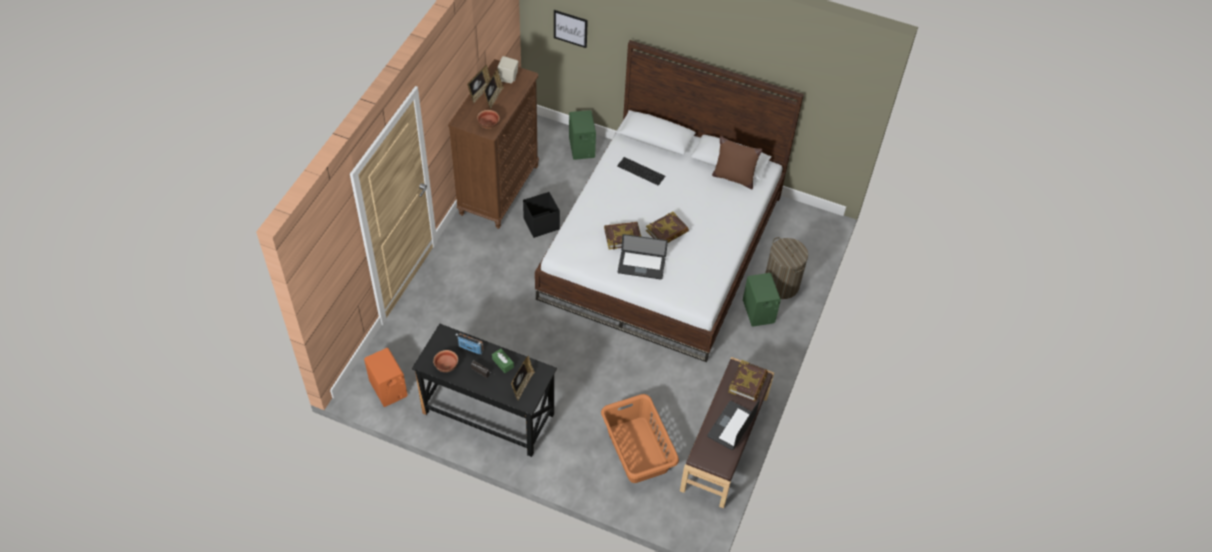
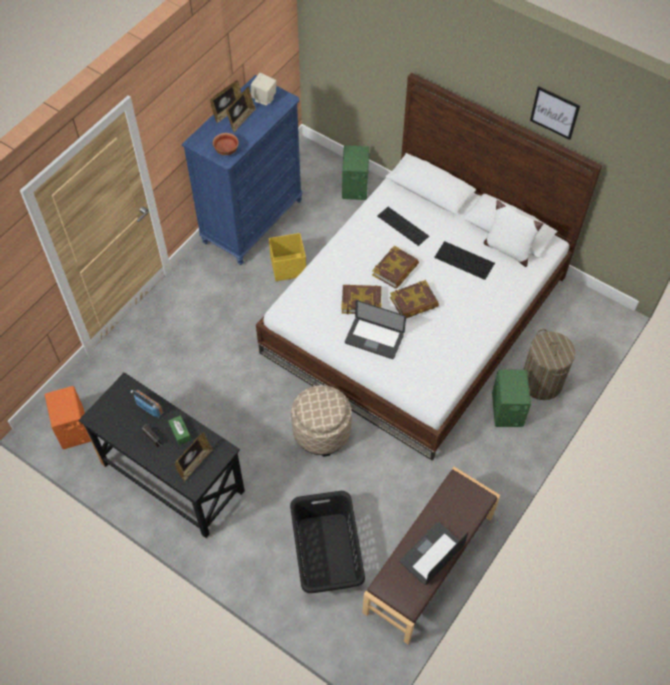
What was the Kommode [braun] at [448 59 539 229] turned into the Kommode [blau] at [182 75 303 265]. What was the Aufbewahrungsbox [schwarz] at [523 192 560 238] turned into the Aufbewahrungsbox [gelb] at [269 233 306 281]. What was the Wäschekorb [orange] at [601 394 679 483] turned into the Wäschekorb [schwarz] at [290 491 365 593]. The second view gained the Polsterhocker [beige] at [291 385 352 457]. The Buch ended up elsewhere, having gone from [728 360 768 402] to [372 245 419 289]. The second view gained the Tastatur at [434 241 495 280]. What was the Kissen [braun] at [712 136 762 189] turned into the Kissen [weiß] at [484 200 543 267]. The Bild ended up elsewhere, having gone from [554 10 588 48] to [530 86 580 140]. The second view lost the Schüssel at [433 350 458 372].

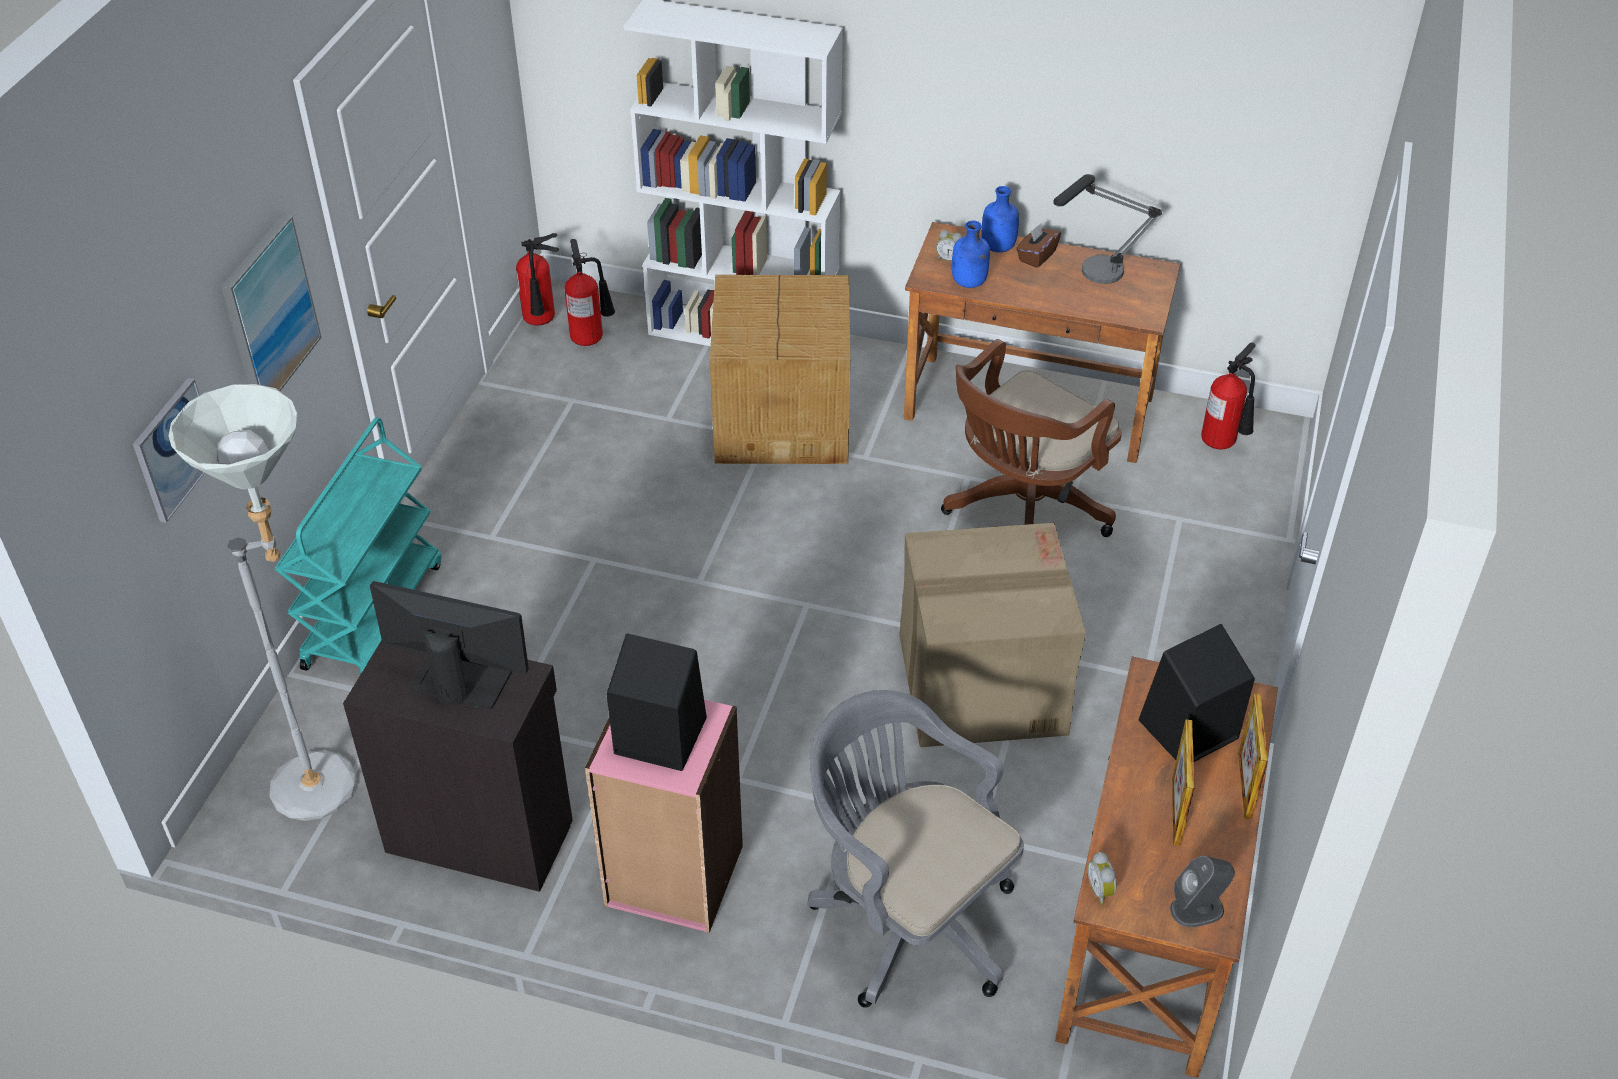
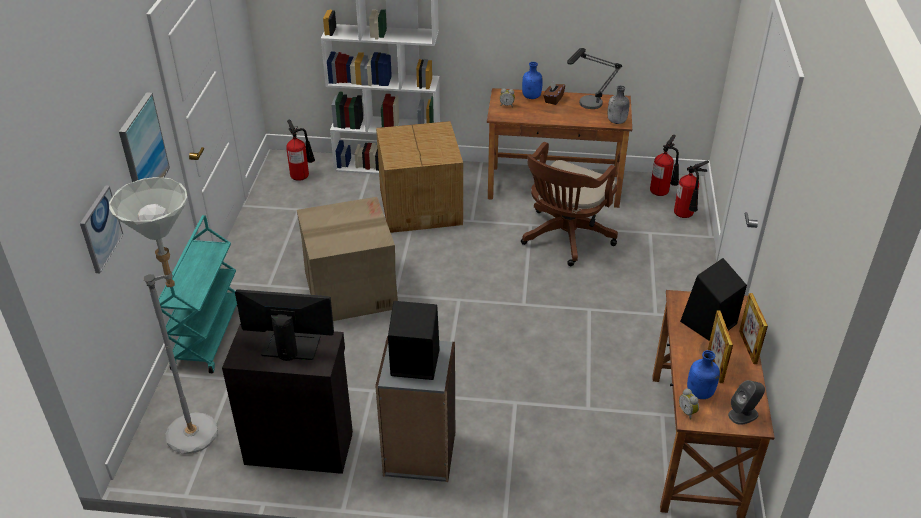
The Karton ended up elsewhere, having gone from [899 523 1086 747] to [297 197 398 321]. What was the Bücherregal [rosa] at [585 700 743 933] turned into the Bücherregal [grau] at [375 337 455 482]. The second view gained the Flasche [grau] at [608 85 630 124]. The Feuerlöscher ended up elsewhere, having gone from [516 233 559 325] to [674 161 709 218]. The Flasche [blau] ended up elsewhere, having gone from [952 221 990 288] to [687 350 720 399]. The second view lost the Bürostuhl [grau] at [807 690 1024 1008].

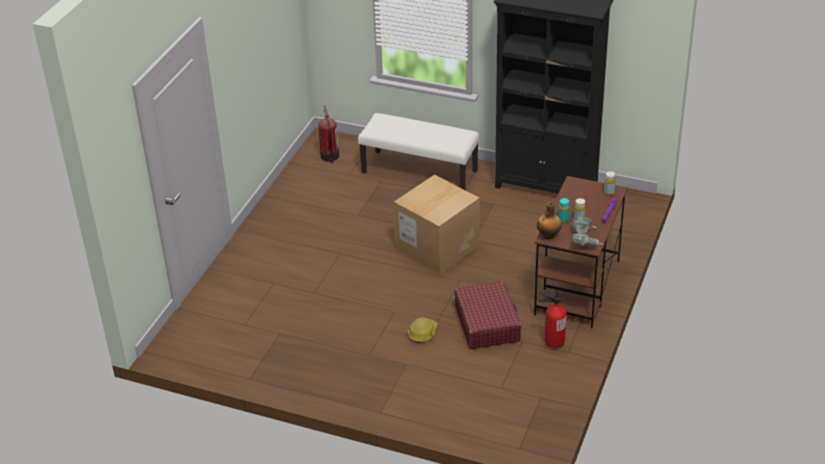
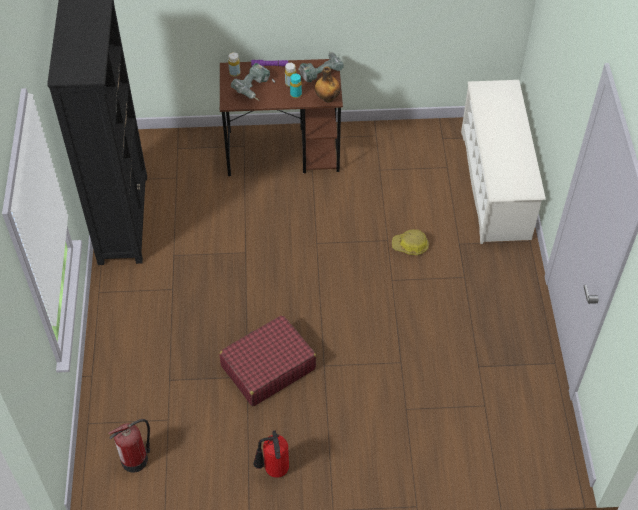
The Koffer [rot] ended up elsewhere, having gone from [454 281 522 349] to [219 315 316 406]. The second view gained the Bohrmaschine at [231 63 275 101]. The Feuerlöscher ended up elsewhere, having gone from [539 291 567 348] to [253 430 289 478]. The second view gained the Schuhregal [weiß] at [461 80 546 244]. The second view lost the Bank [weiß] at [358 113 480 190]. The second view lost the Karton at [394 174 480 274].

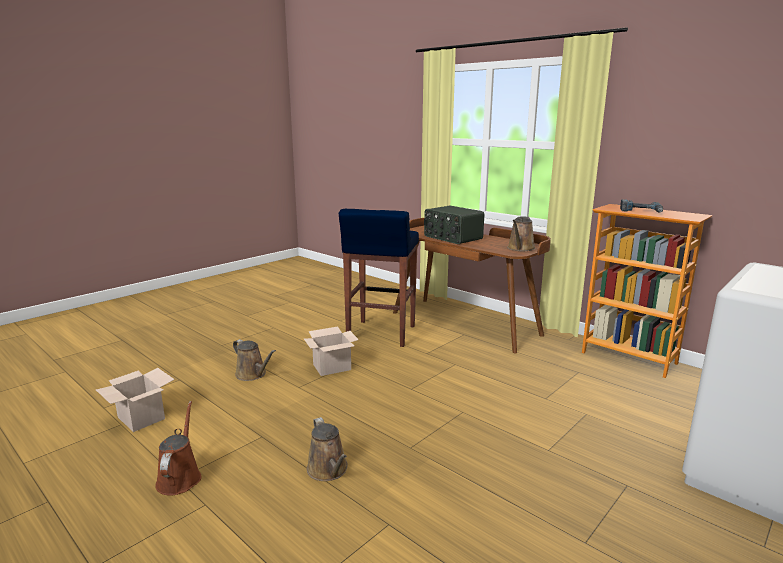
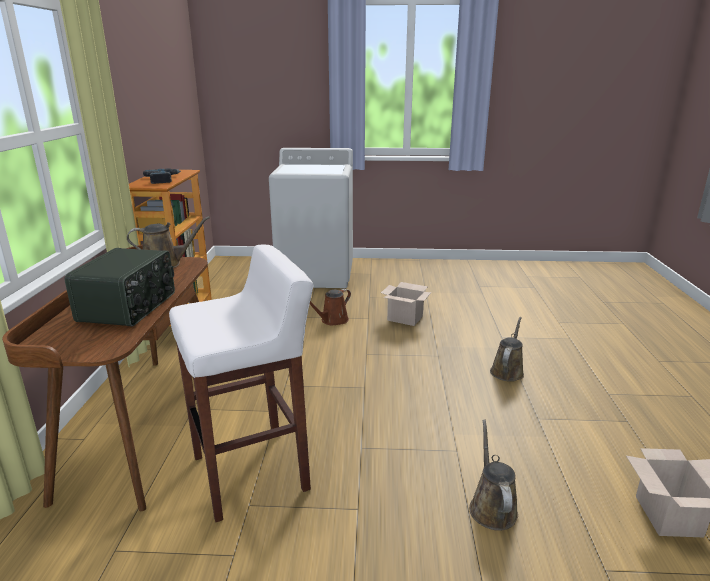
What was the Hocker [blau] at [339 209 419 347] turned into the Hocker [weiß] at [169 244 313 522]. The Gießkanne [braun] ended up elsewhere, having gone from [155 401 201 495] to [310 289 351 326]. The Karton ended up elsewhere, having gone from [303 327 359 376] to [381 282 432 326].

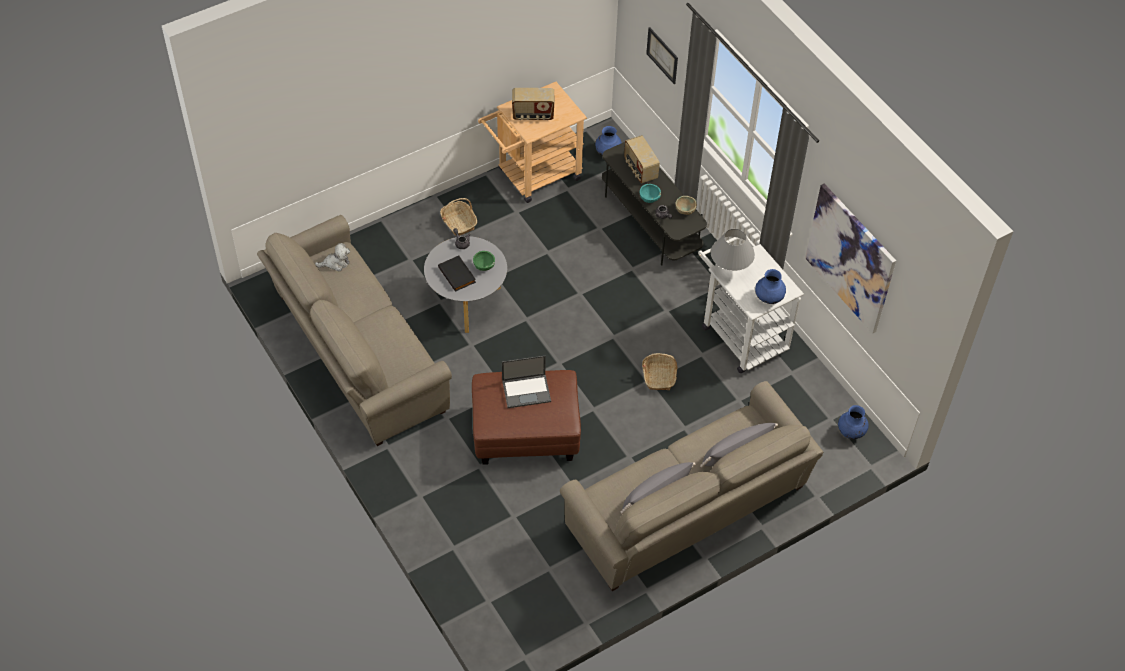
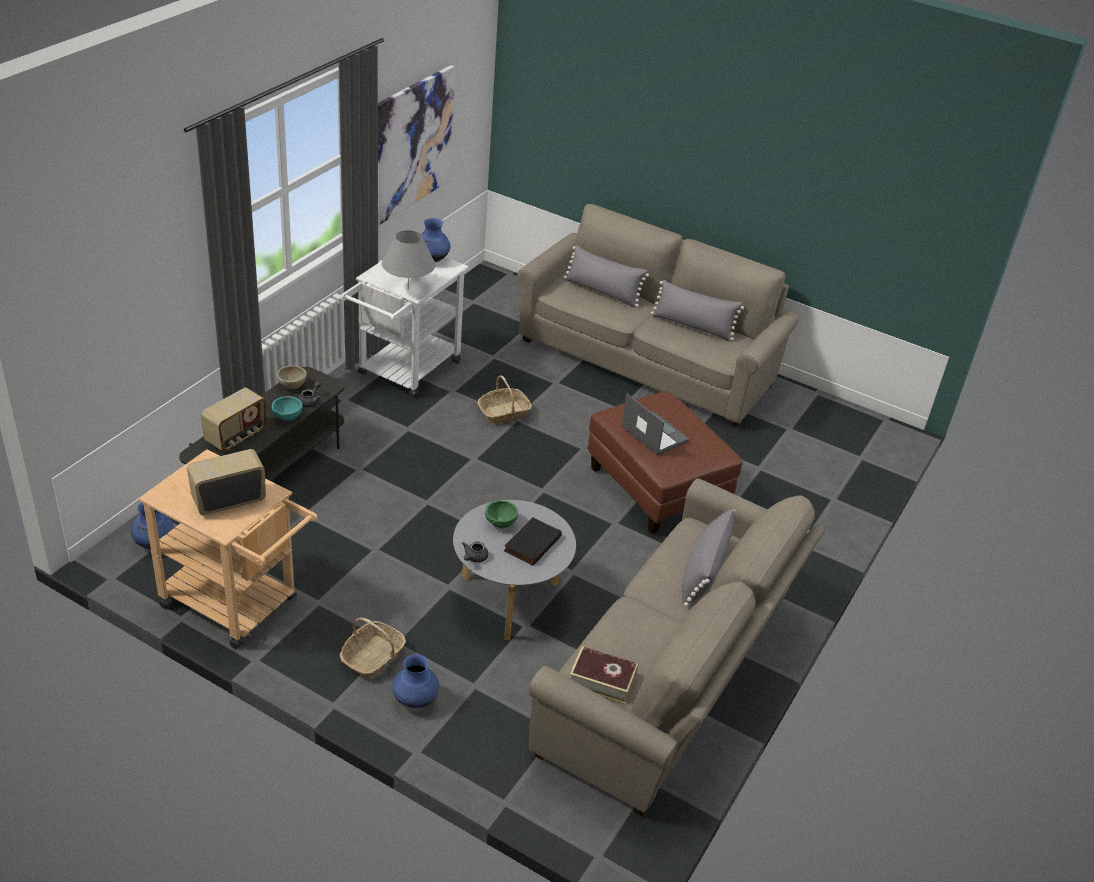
The Radio at [512 88 554 120] ended up facing another way, 90 degrees counterclockwise from before. The Vase [blau] ended up elsewhere, having gone from [838 405 869 439] to [392 654 439 708]. Where the Plüschtier stood at [315 243 350 271], the Buch came to stand at [570 646 638 704]. The second view gained the Kissen [grau] at [682 508 735 607]. The second view lost the Bild at [646 27 678 84].

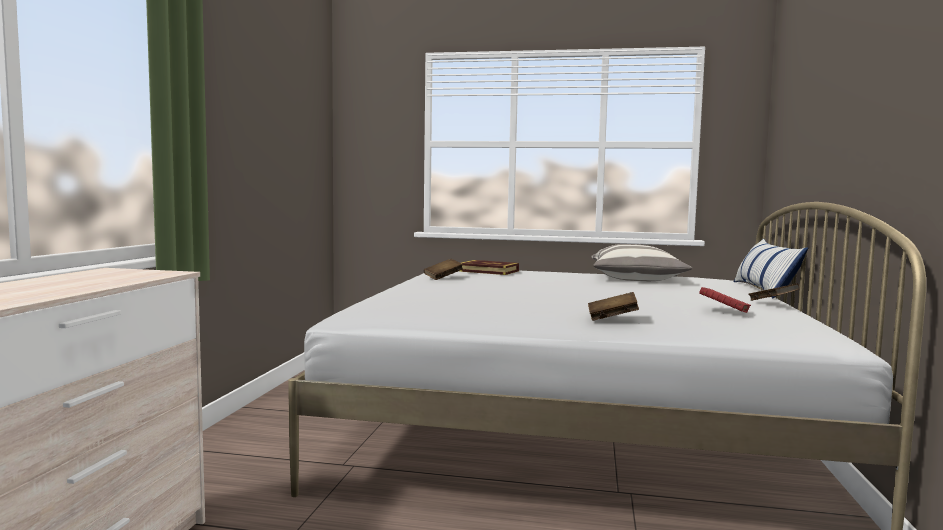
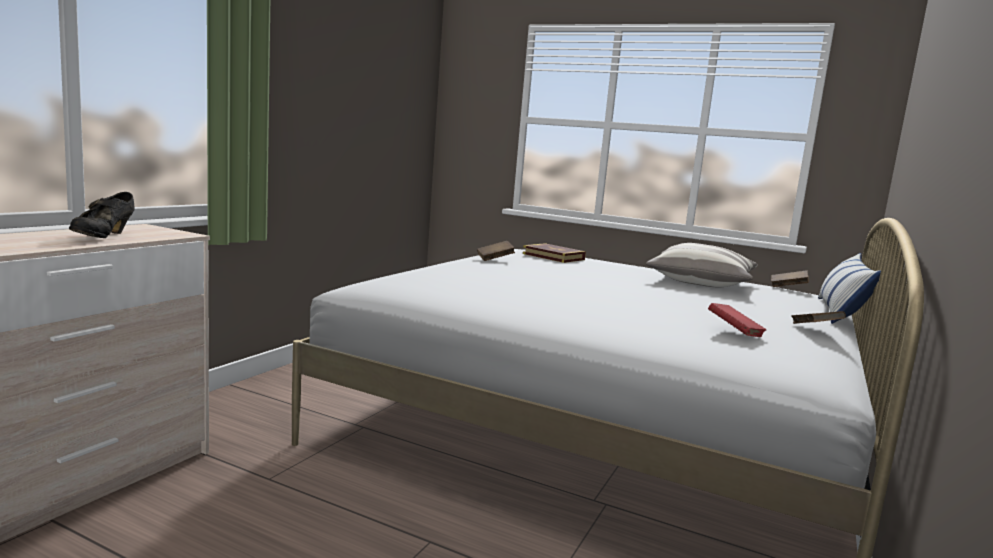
The second view gained the Schuh [schwarz] at [69 192 135 238]. The Buch [braun] ended up elsewhere, having gone from [588 292 639 321] to [771 270 809 287].

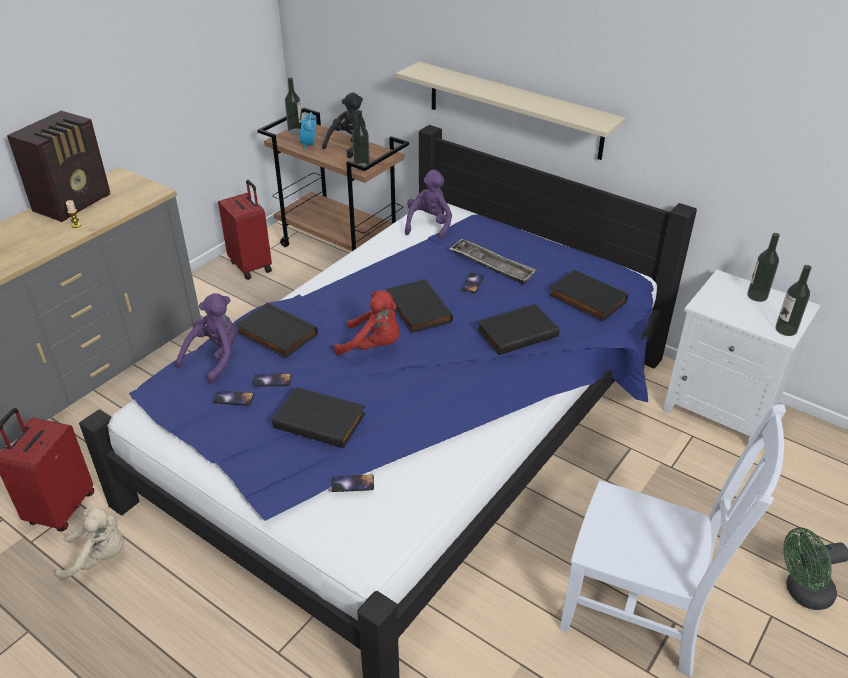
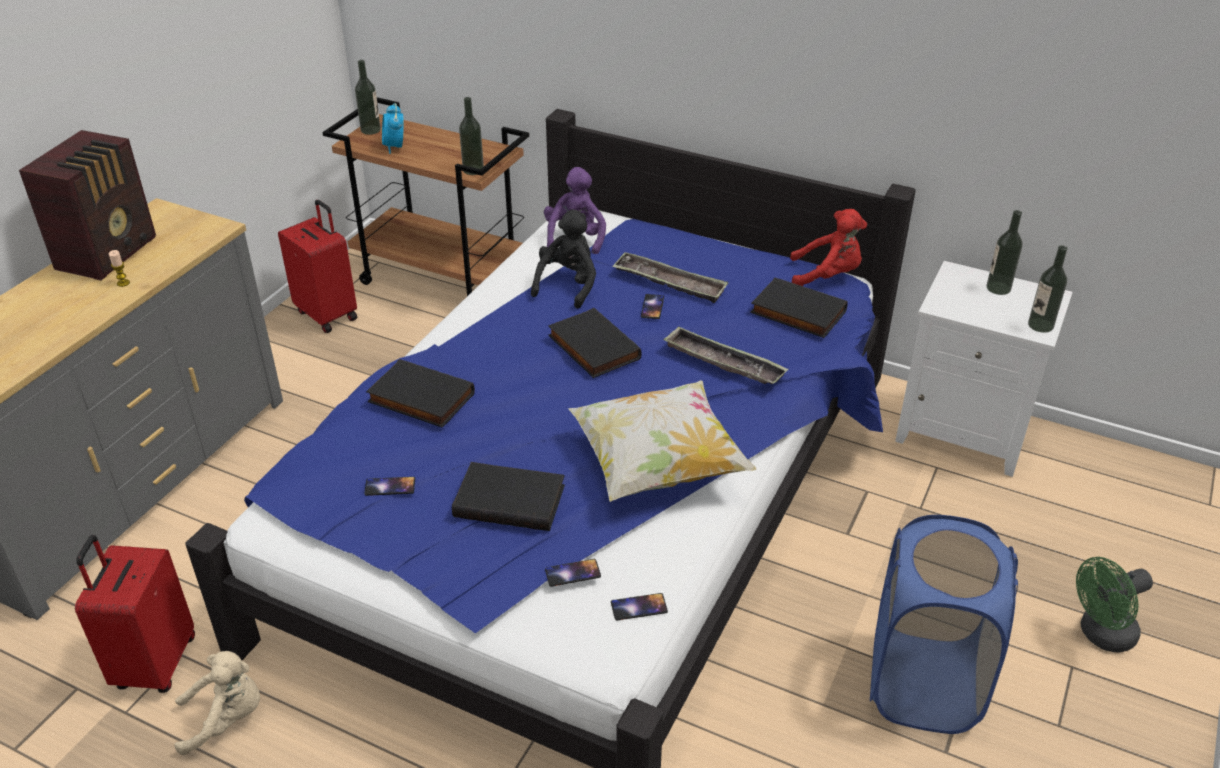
The Plüschtier [schwarz] ended up elsewhere, having gone from [322 92 366 158] to [531 209 596 309]. The second view gained the Kissen at [569 381 756 502]. The Handy ended up elsewhere, having gone from [253 374 292 386] to [611 593 668 620]. Where the Buch [schwarz] stood at [477 304 559 355], the Tablett came to stand at [663 326 789 384]. The Plüschtier [rot] ended up elsewhere, having gone from [334 290 400 356] to [790 209 867 286]. Where the Stuhl [weiß] stood at [560 404 786 677], the Wäschekorb [blau] came to stand at [870 515 1018 734]. The second view lost the Plüschtier [lila] at [175 293 237 384]. The second view lost the Wandregal [beige] at [396 62 626 160].

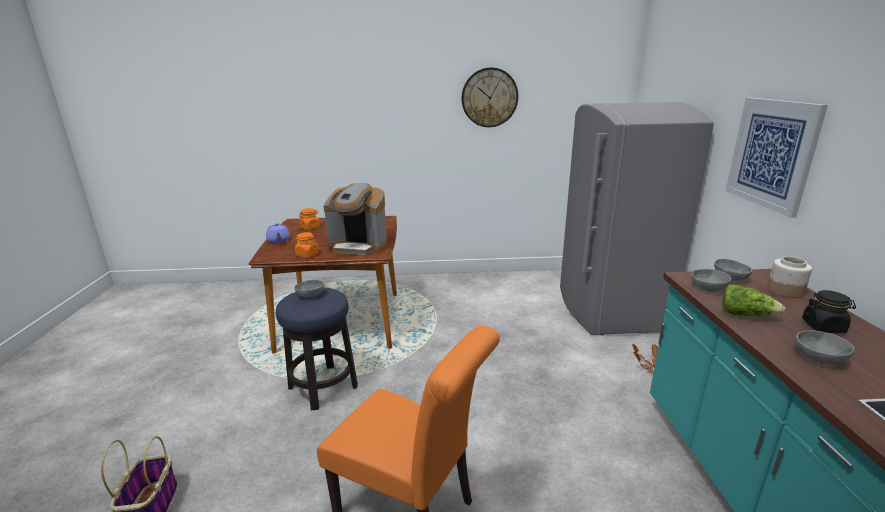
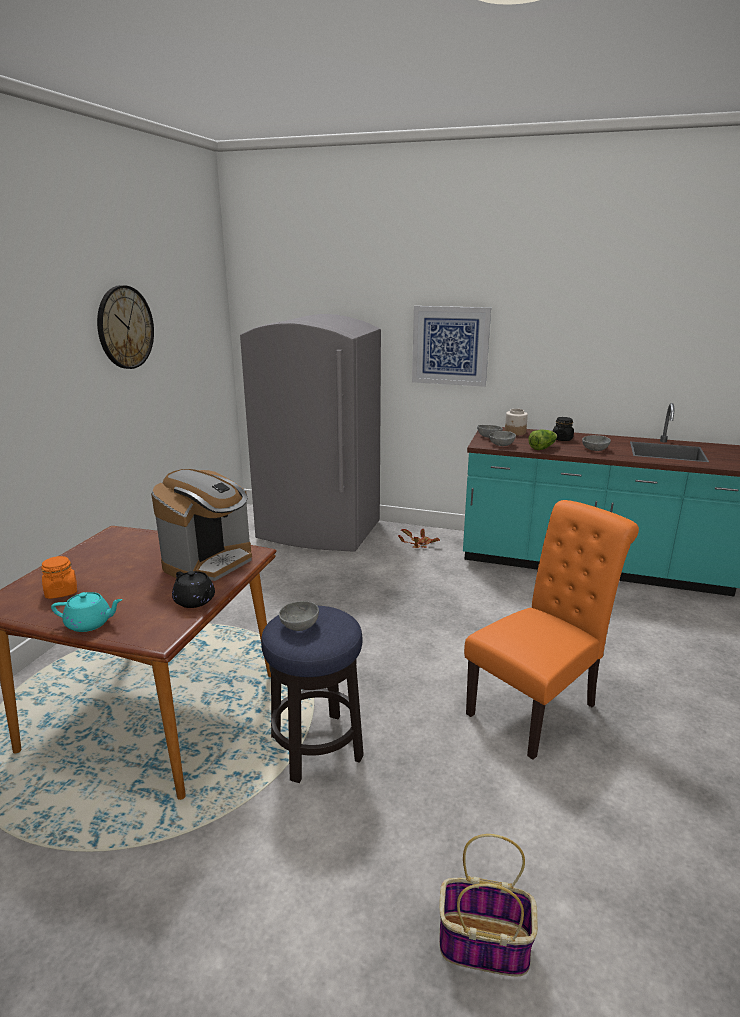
What was the Teekanne [lila] at [266 223 290 243] turned into the Teekanne [türkis] at [51 592 123 632]. Where the Vorratsglas [orange] stood at [295 232 319 258], the Teekanne [schwarz] came to stand at [172 571 215 608].

